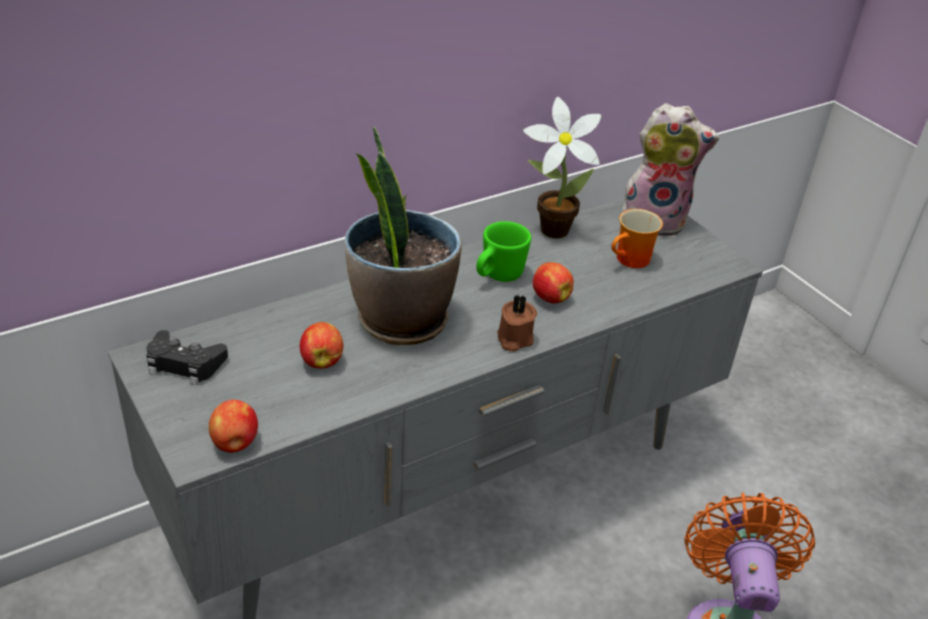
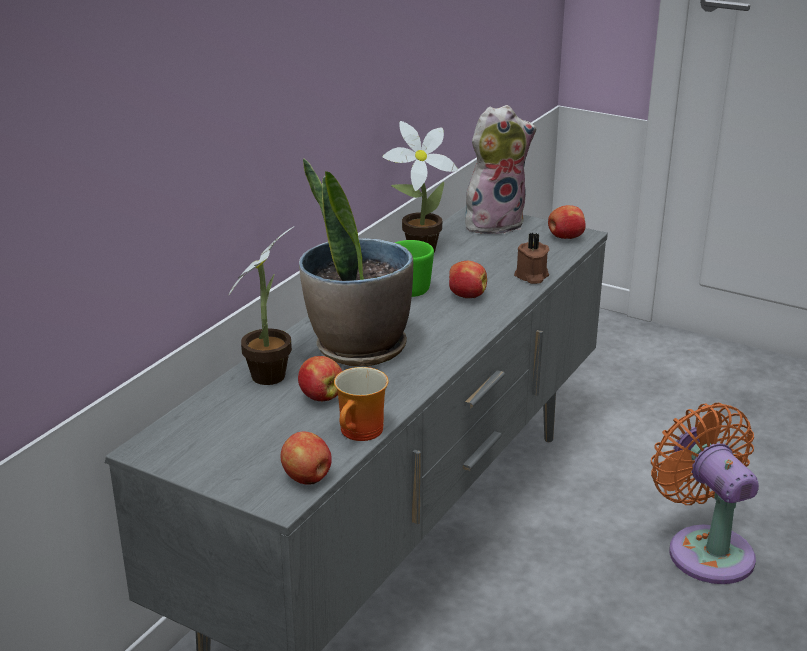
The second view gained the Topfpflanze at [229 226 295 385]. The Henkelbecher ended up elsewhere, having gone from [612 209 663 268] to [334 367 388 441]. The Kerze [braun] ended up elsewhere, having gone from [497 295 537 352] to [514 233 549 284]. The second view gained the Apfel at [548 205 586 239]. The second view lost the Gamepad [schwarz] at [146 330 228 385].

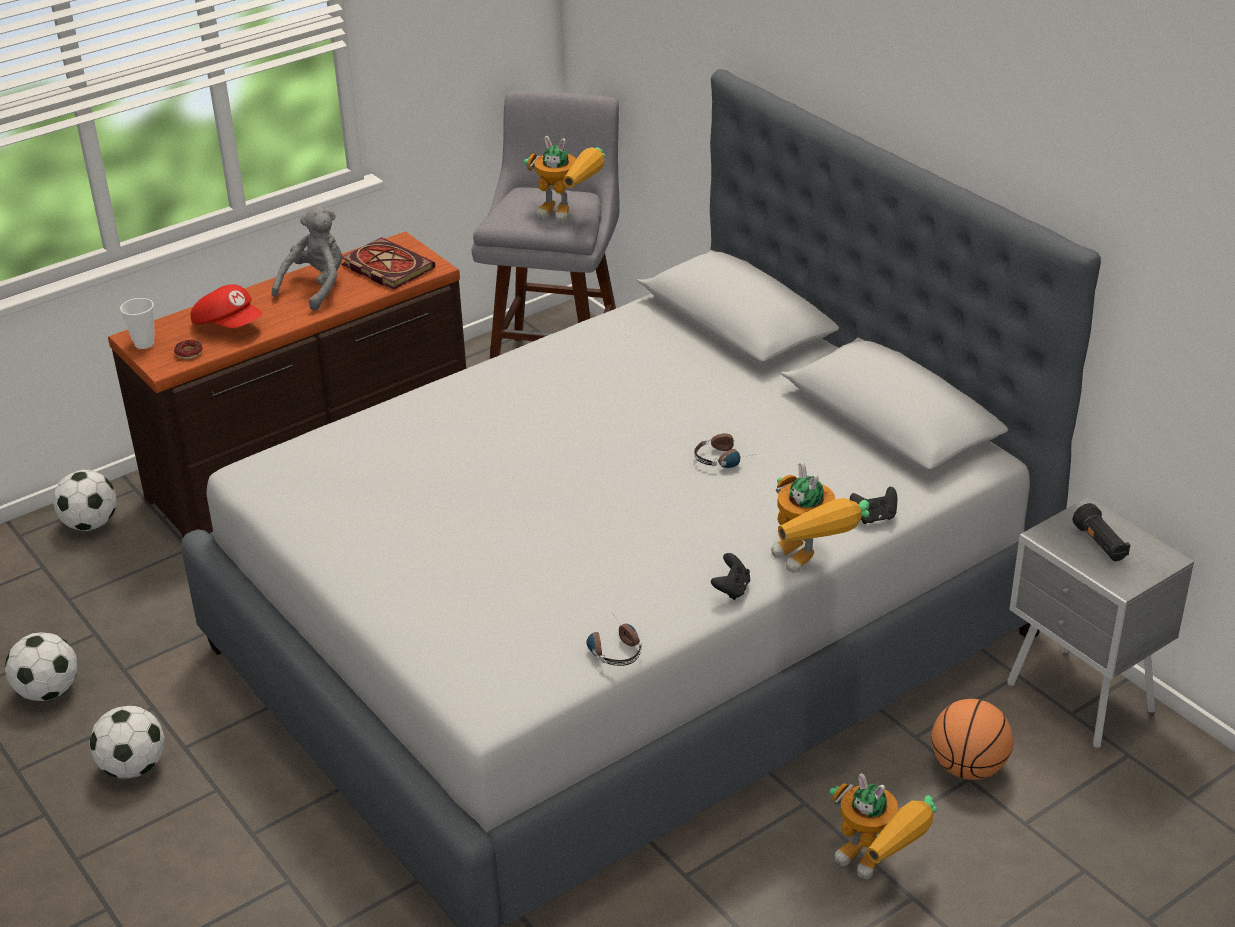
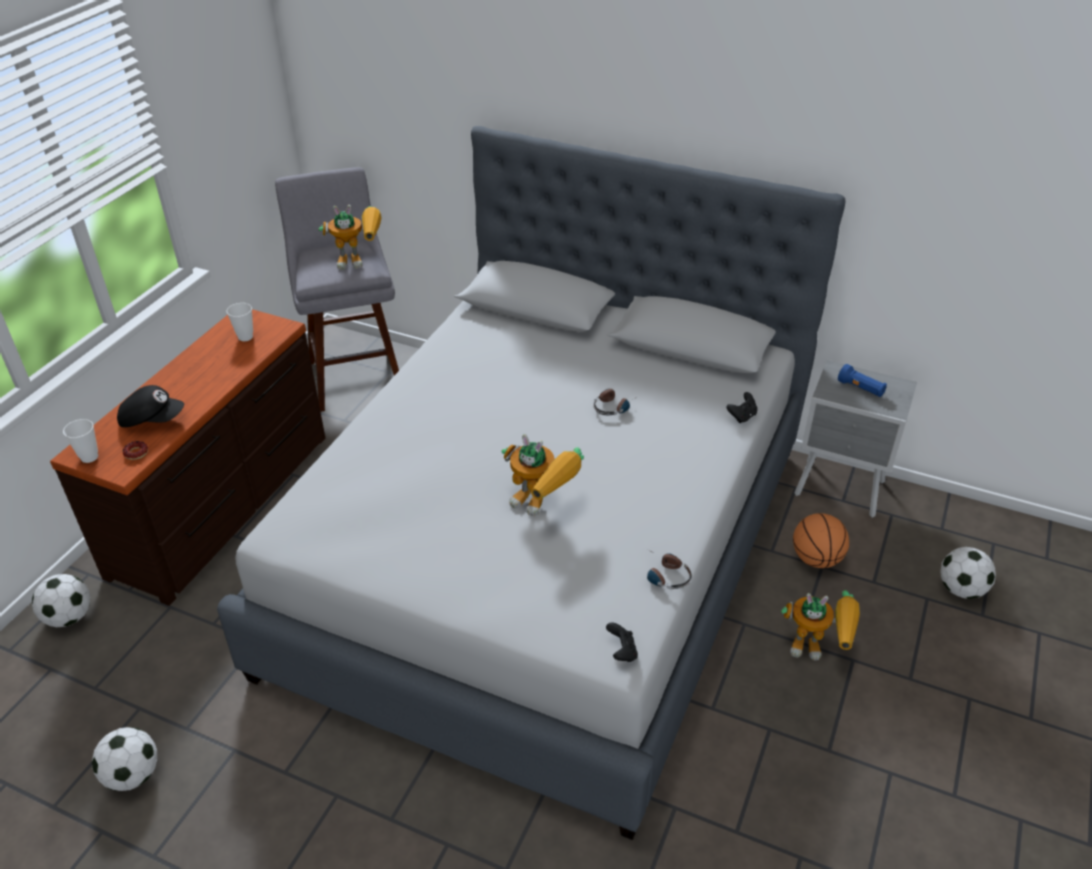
What was the Kappe [rot] at [191 284 263 328] turned into the Kappe [schwarz] at [117 385 184 427]. Where the Buch stood at [342 237 435 290], the Tasse came to stand at [226 303 253 341]. The Spielzeugroboter ended up elsewhere, having gone from [771 462 870 573] to [501 434 584 516]. The Gamepad [schwarz] ended up elsewhere, having gone from [711 553 750 600] to [606 622 638 662]. What was the Taschenlampe [schwarz] at [1073 503 1130 561] turned into the Taschenlampe [blau] at [838 364 887 397]. The Fußball ended up elsewhere, having gone from [90 706 164 779] to [941 547 996 599]. The second view lost the Plüschtier [grau] at [272 206 343 311].

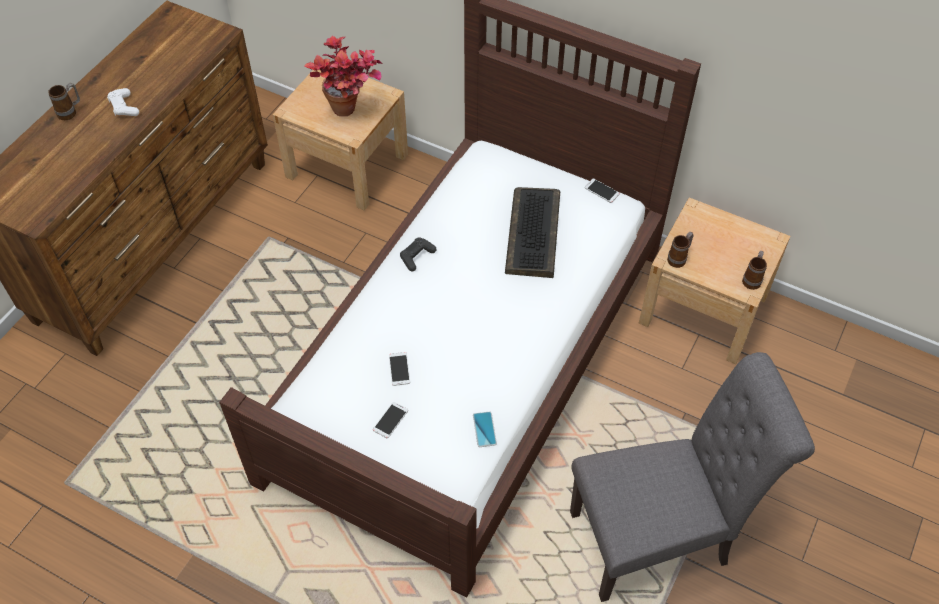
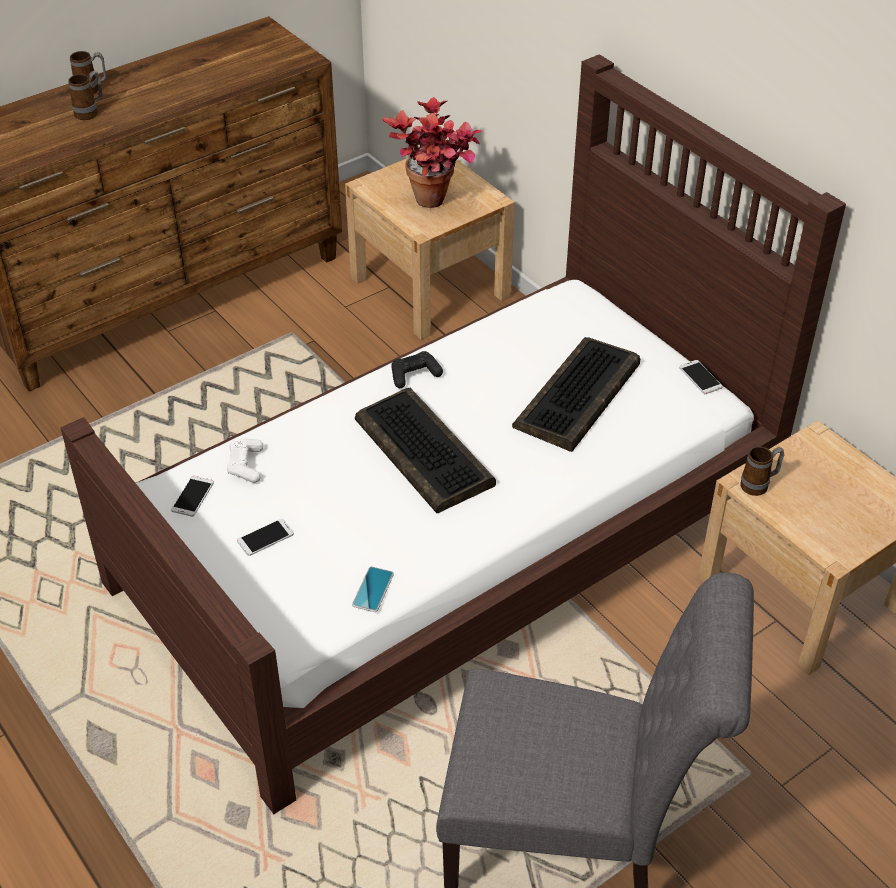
The Henkelbecher ended up elsewhere, having gone from [742 251 767 290] to [68 71 102 120]. The Handy ended up elsewhere, having gone from [389 352 410 386] to [171 476 214 517]. The Gamepad [weiß] ended up elsewhere, having gone from [107 88 139 116] to [227 439 264 483]. The second view gained the Tastatur at [355 388 496 514].

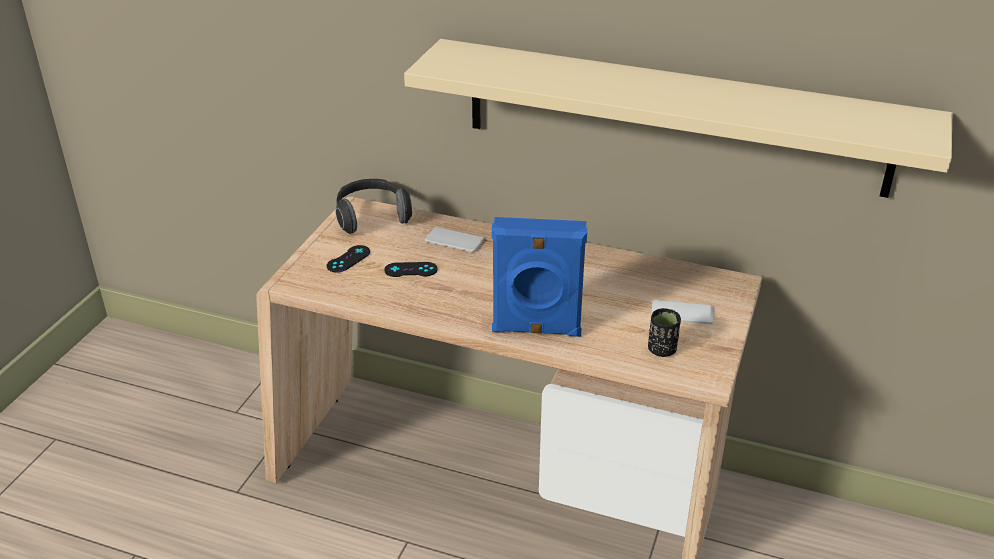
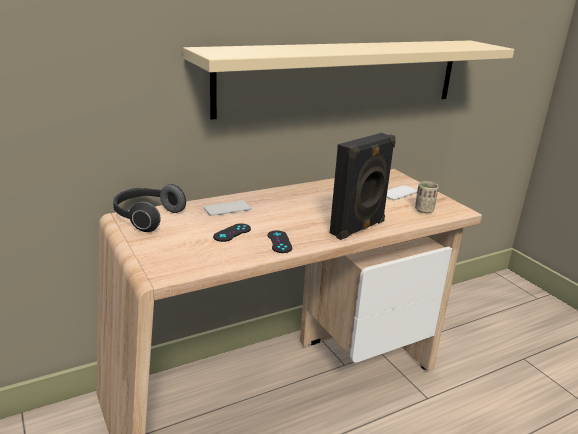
The Gamepad [schwarz] ended up elsewhere, having gone from [327 245 370 273] to [268 230 292 253]. What was the Lautsprecher [blau] at [492 217 587 337] turned into the Lautsprecher [schwarz] at [330 133 396 240]. What was the Tasse [schwarz] at [648 308 681 357] turned into the Tasse [beige] at [415 181 439 213].

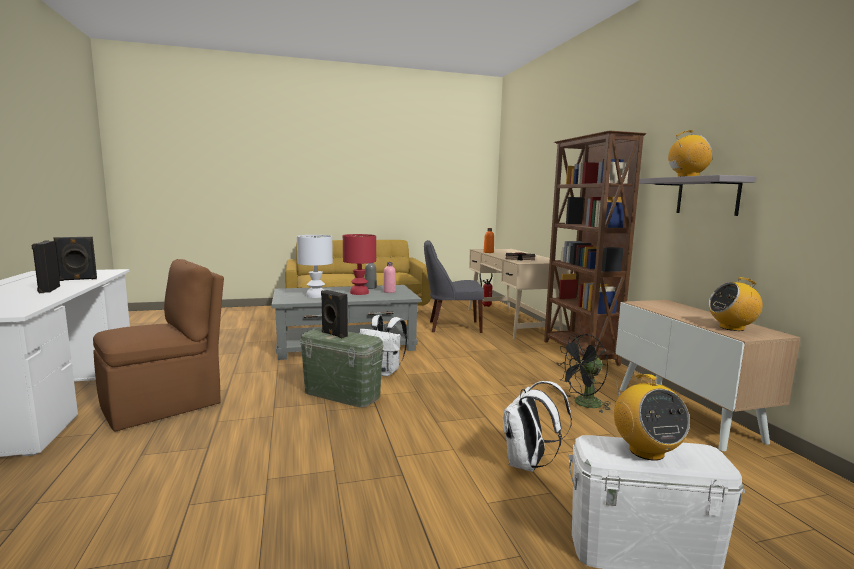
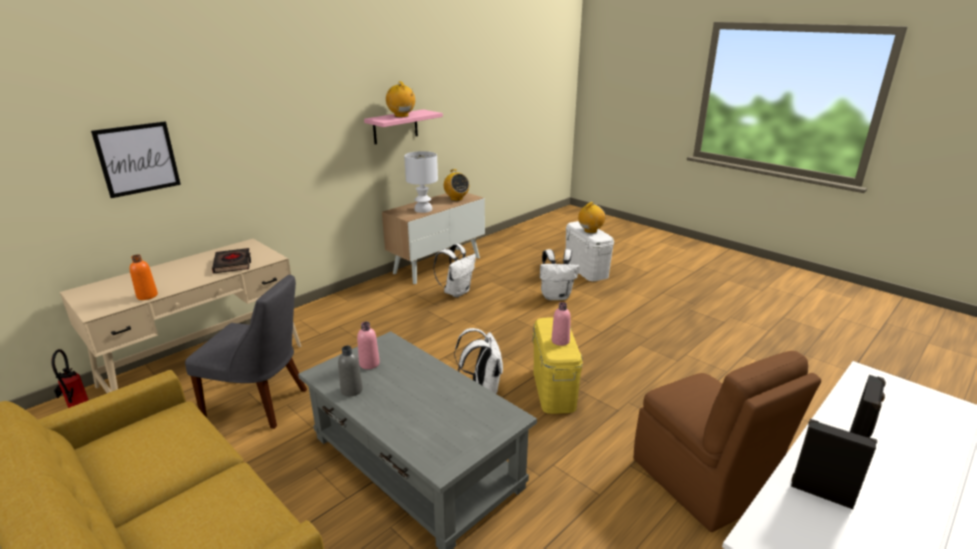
The second view gained the Bild at [91 121 181 198]. The Stuhl [grau] at [424 240 484 333] ended up facing another way, 45 degrees counterclockwise from before. What was the Wandregal [grau] at [639 175 756 216] turned into the Wandregal [rosa] at [364 109 443 144]. The Tischlampe [weiß] ended up elsewhere, having gone from [297 235 333 298] to [404 151 438 213]. Where the Ventilator [schwarz] stood at [557 334 611 413], the Rucksack [weiß] came to stand at [433 244 476 297]. What was the Aufbewahrungsbox [grün] at [300 328 384 407] turned into the Aufbewahrungsbox [gelb] at [533 317 583 414]. Where the Lautsprecher [schwarz] stood at [321 290 348 338], the Flasche [rosa] came to stand at [551 302 571 346]. The Stuhl [braun] at [93 259 224 432] ended up facing another way, 135 degrees counterclockwise from before. The second view lost the Tischlampe [rot] at [343 234 376 295]. The second view lost the Bücherregal [braun] at [544 130 646 366].

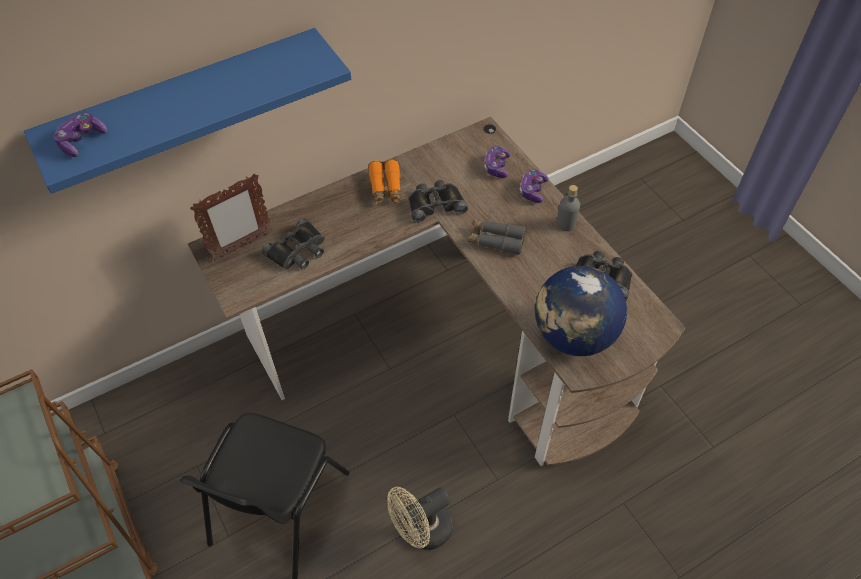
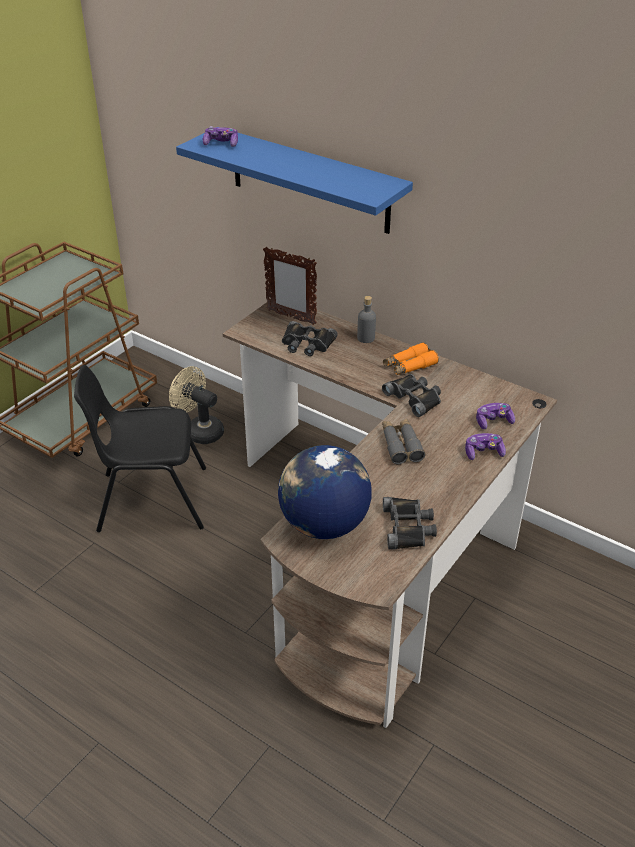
The Ventilator [beige] ended up elsewhere, having gone from [387 487 453 550] to [169 366 224 444]. The Flasche [grau] ended up elsewhere, having gone from [556 185 580 231] to [357 296 376 343].

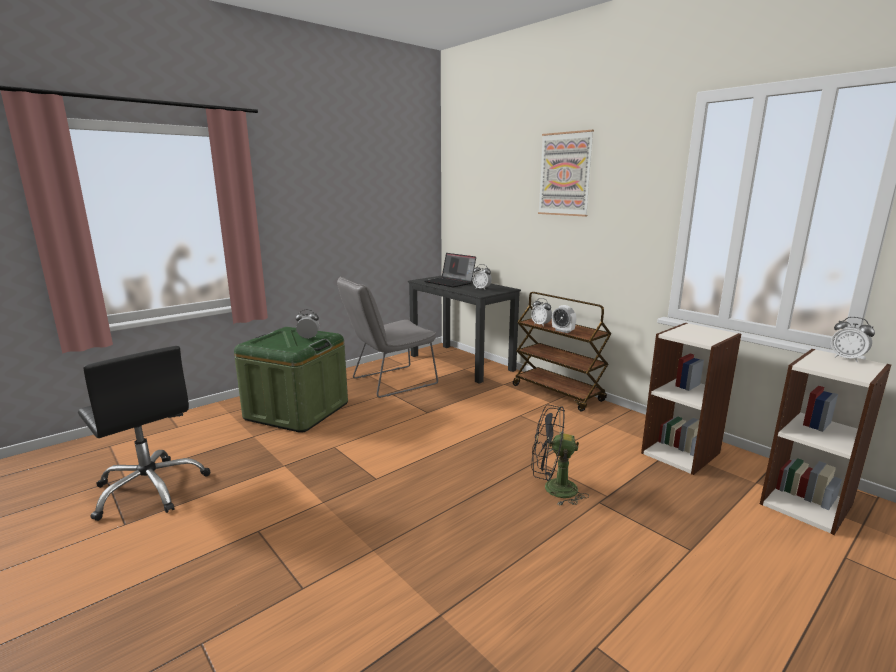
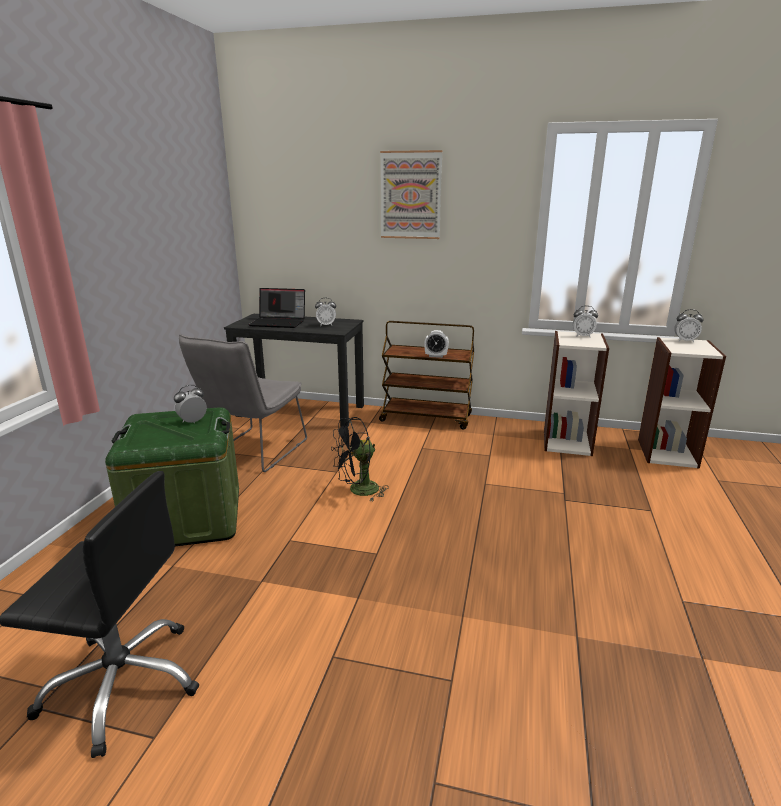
The Ventilator [schwarz] ended up elsewhere, having gone from [532 405 589 506] to [331 417 389 501]. The Wecker ended up elsewhere, having gone from [531 298 552 327] to [573 306 598 337].

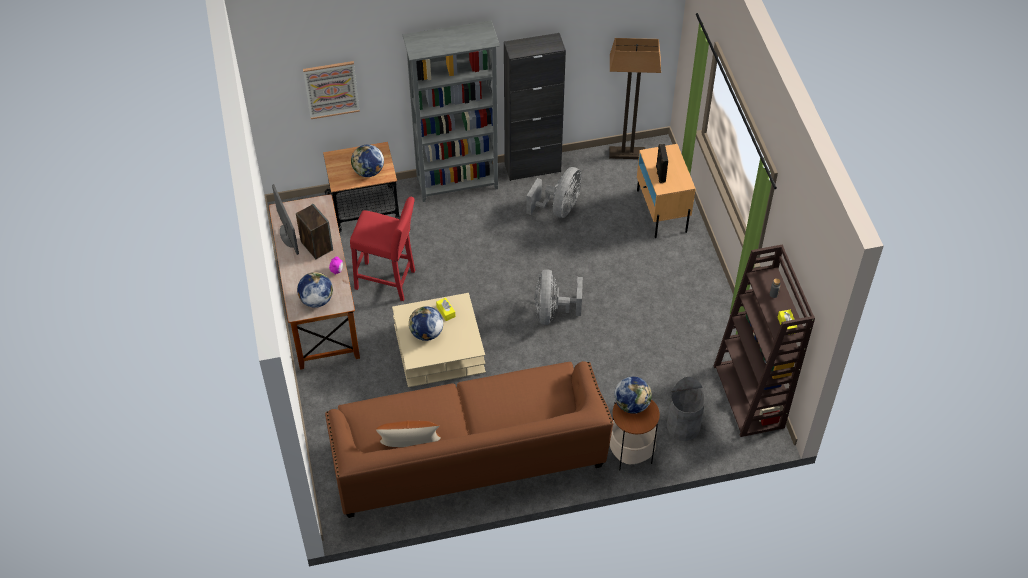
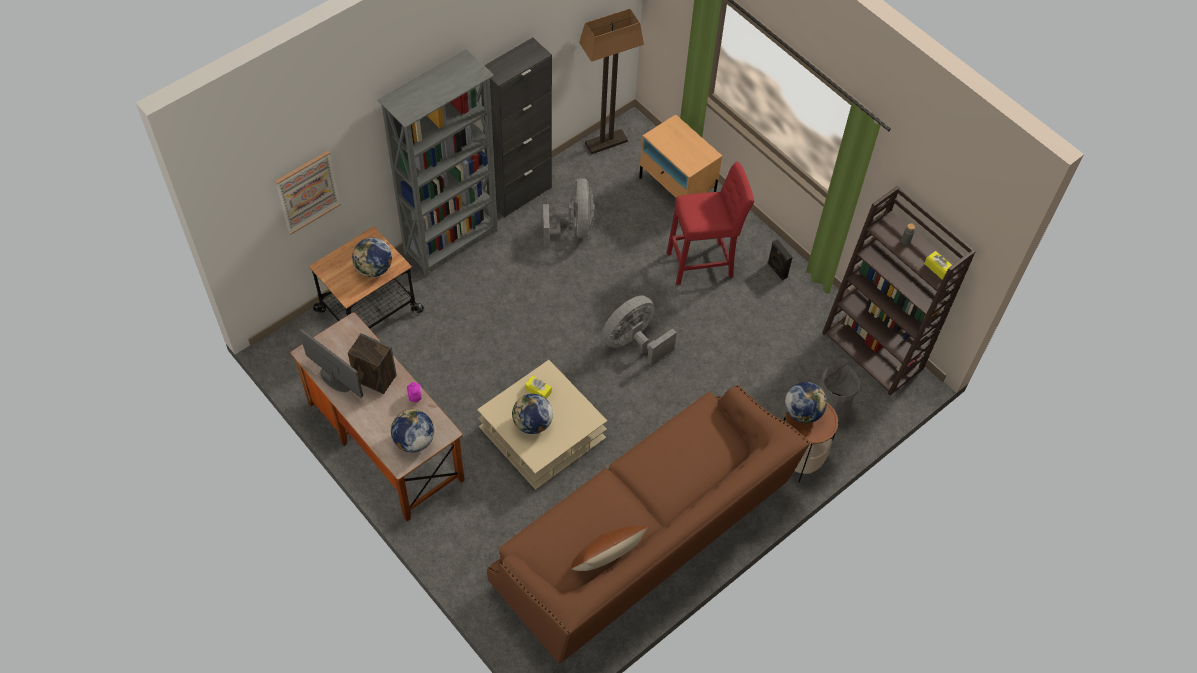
The Ventilator [grau] at [534 269 583 325] ended up facing another way, 75 degrees clockwise from before. The Hocker [rot] ended up elsewhere, having gone from [350 197 415 301] to [667 162 754 285]. The Lautsprecher [schwarz] ended up elsewhere, having gone from [656 144 668 183] to [768 239 793 281].

